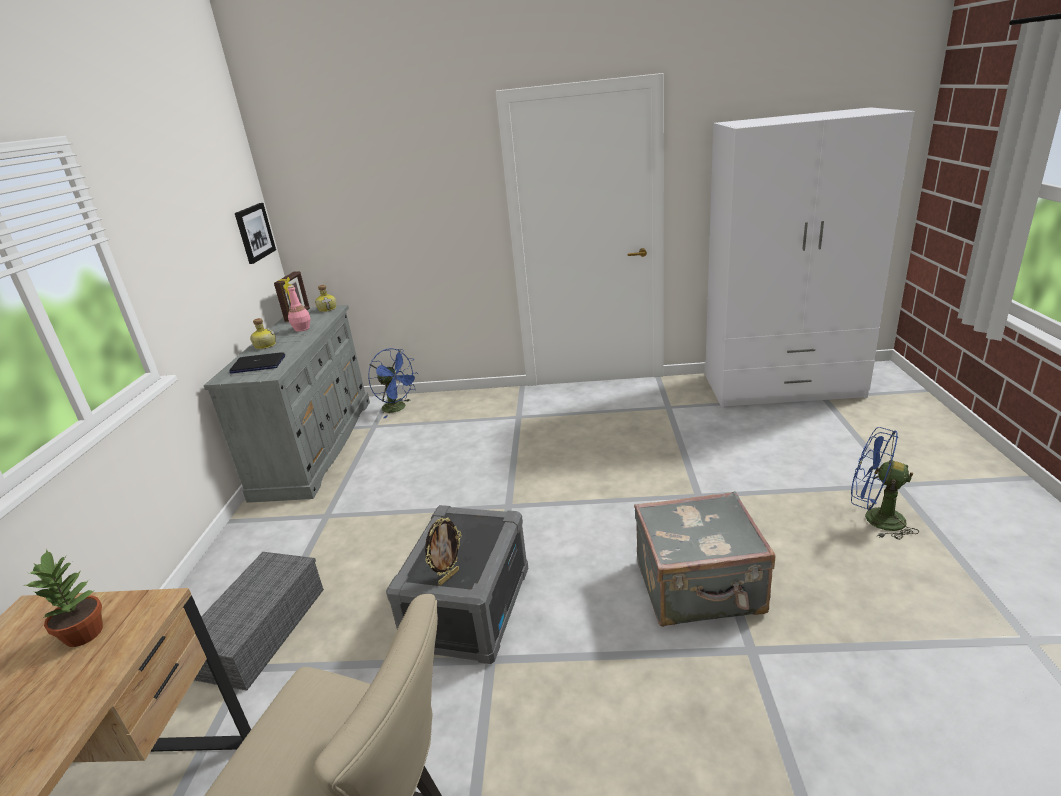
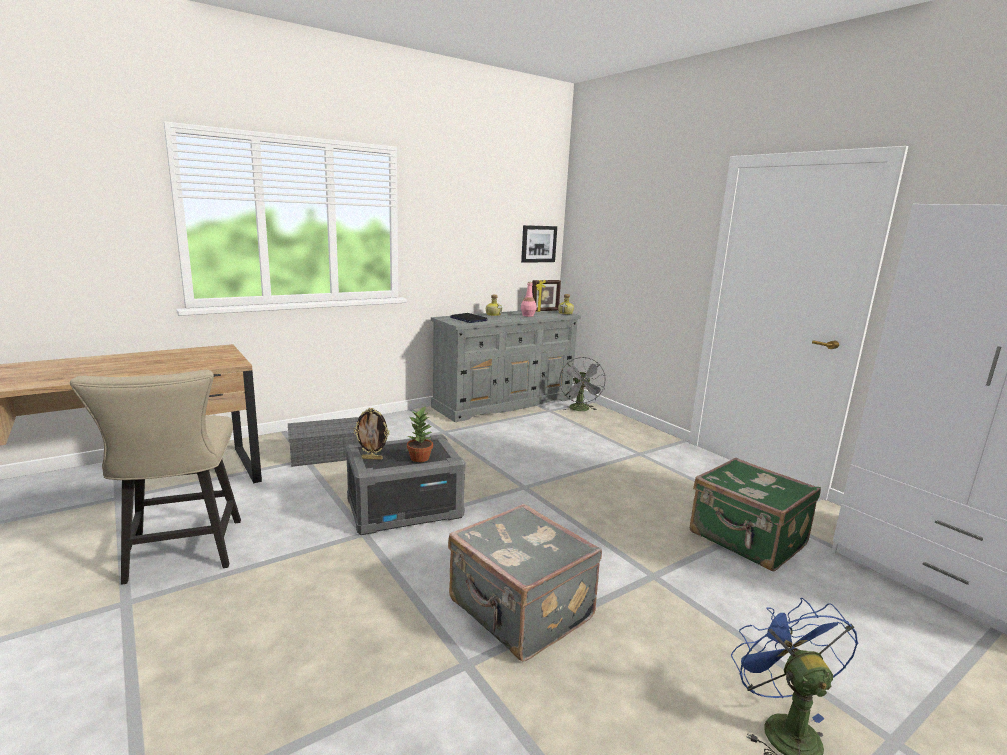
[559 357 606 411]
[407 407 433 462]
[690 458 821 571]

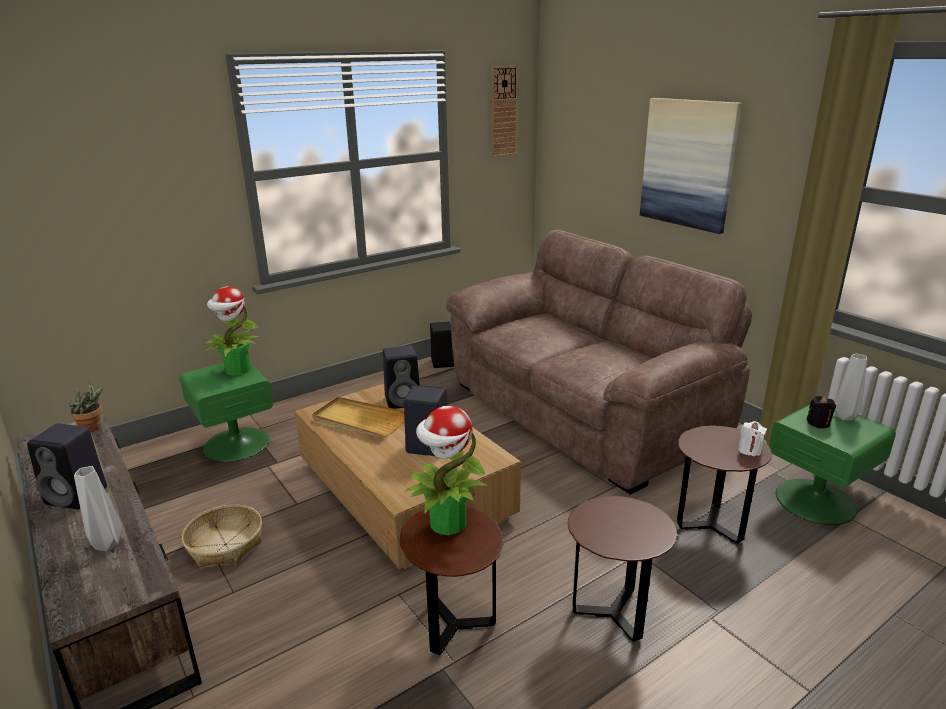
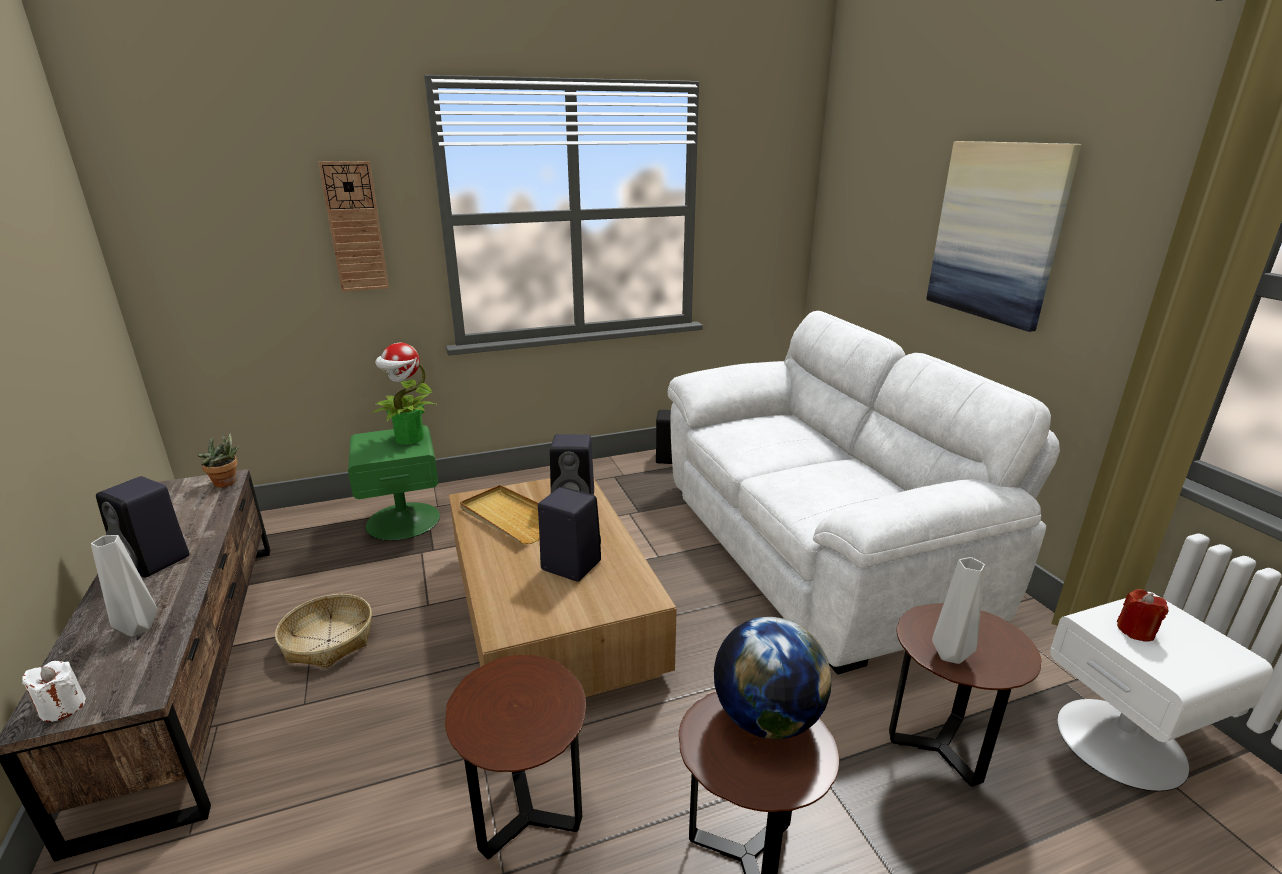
[318 161 389 292]
[668 311 1060 675]
[932 557 985 664]
[1117 589 1169 642]
[1050 592 1273 791]
[404 406 488 535] (first image)
[22 661 86 722]
[714 617 831 739]

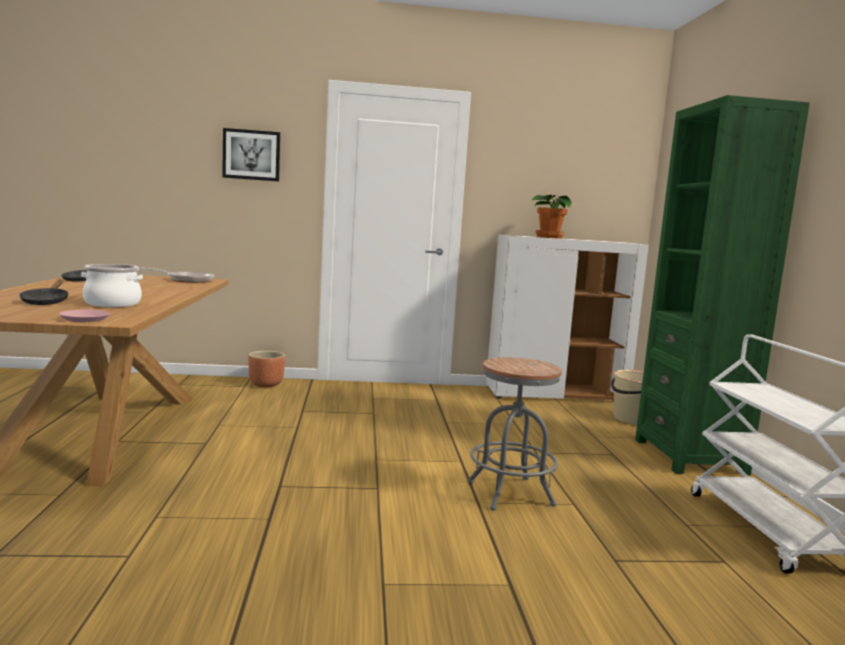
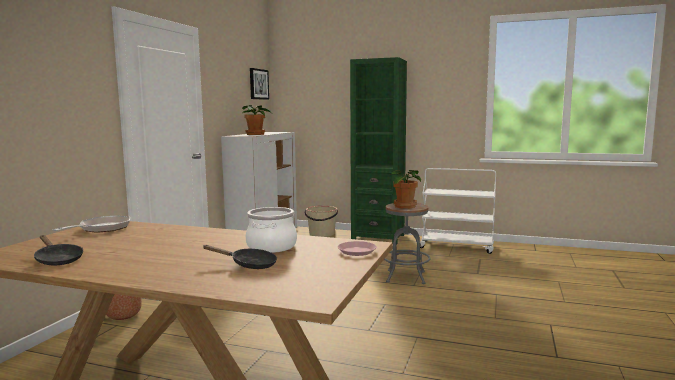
[250 68 269 100]
[389 170 421 209]

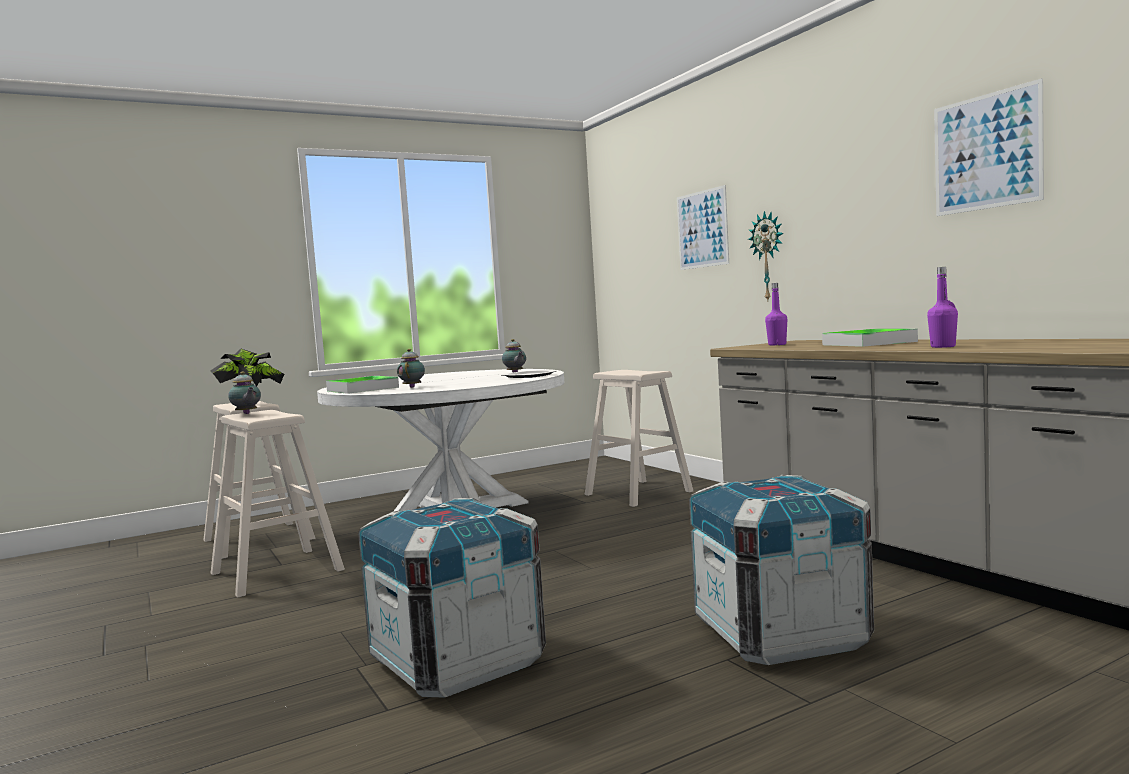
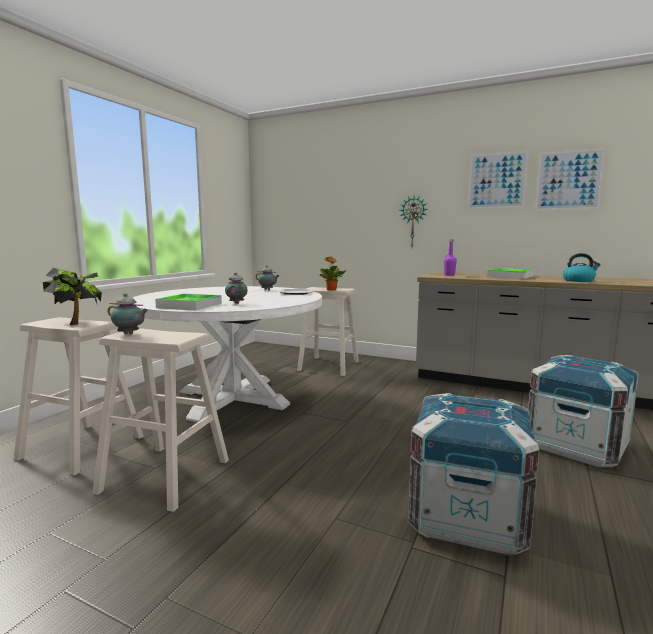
[468 150 529 209]
[563 253 600 282]
[320 257 346 290]

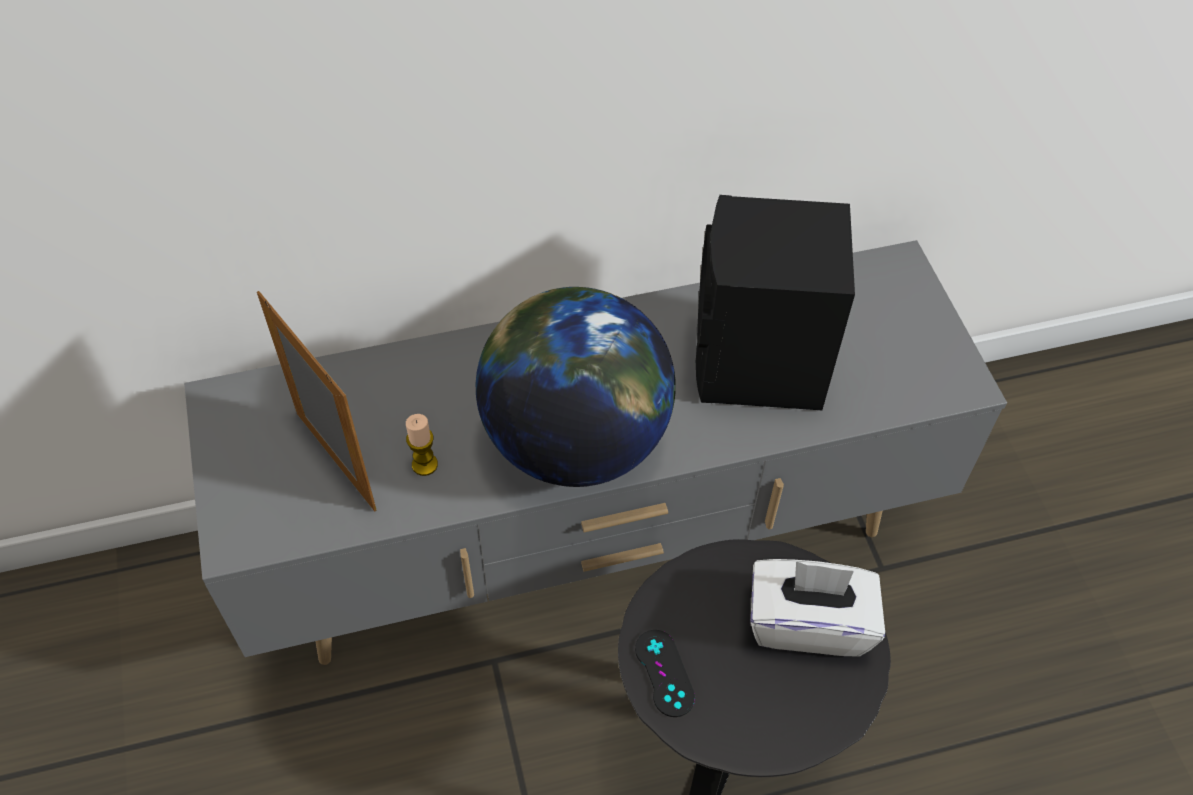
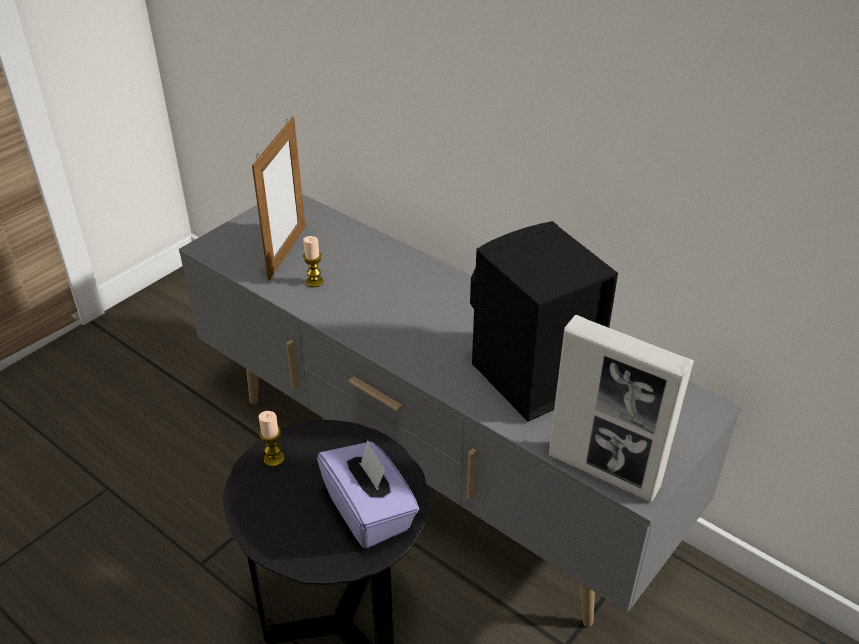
[476 287 676 487] (first image)
[317 440 419 549]
[259 411 285 467]
[549 315 694 502]

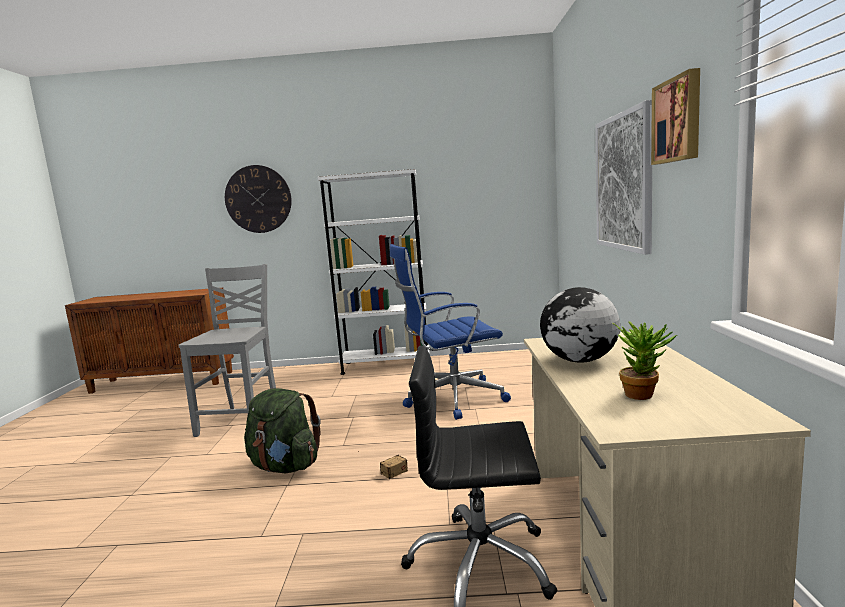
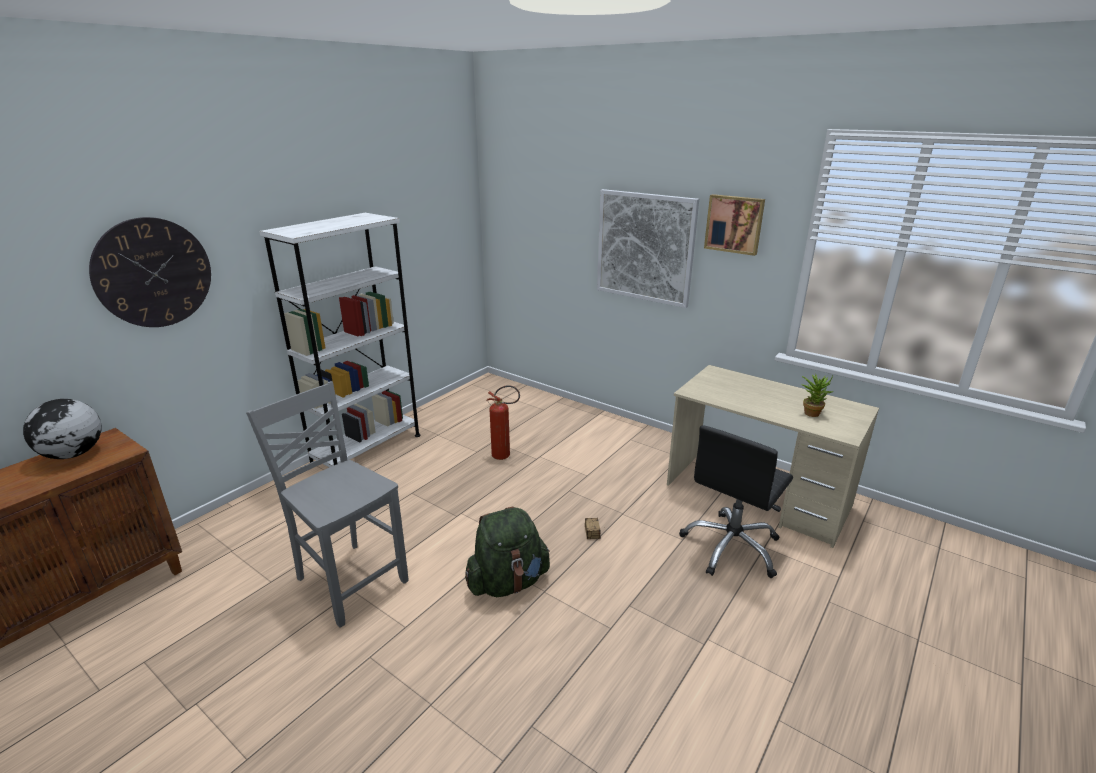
[486 385 520 460]
[23 399 102 459]

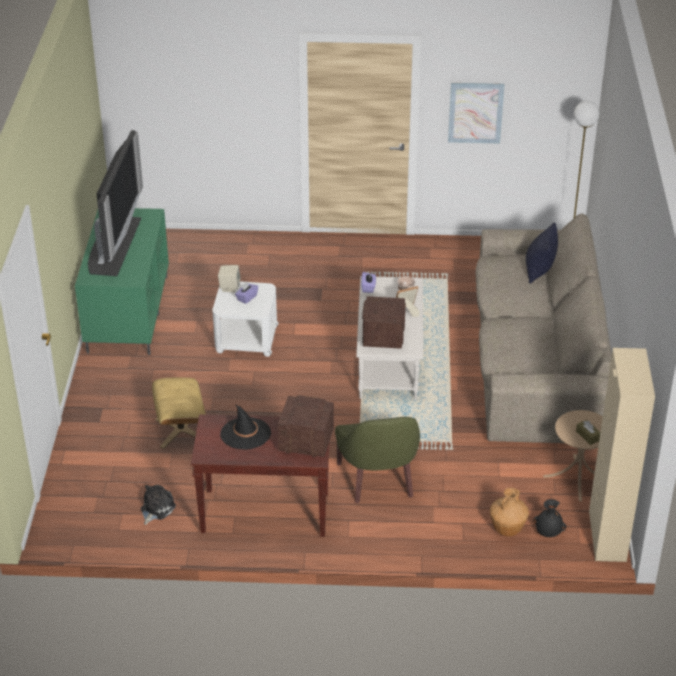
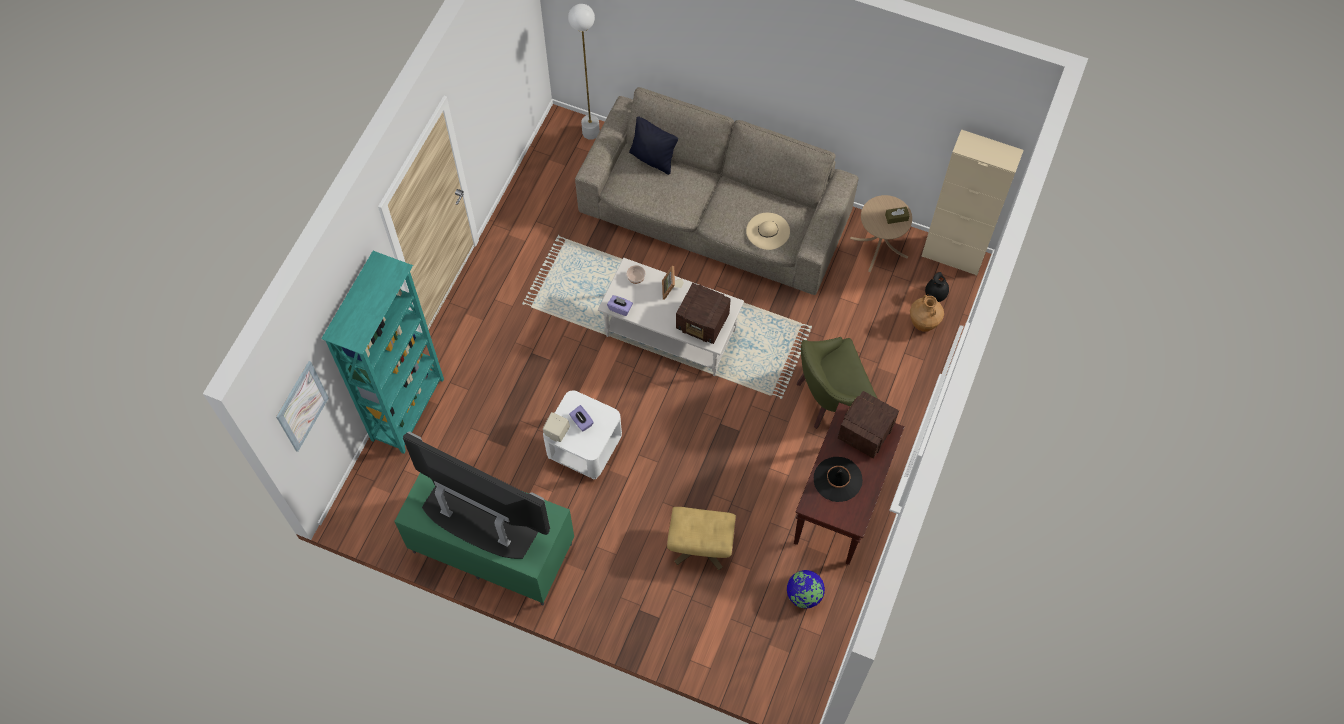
[276 361 329 452]
[797 337 878 429]
[787 570 825 609]
[746 213 790 250]
[321 251 444 454]

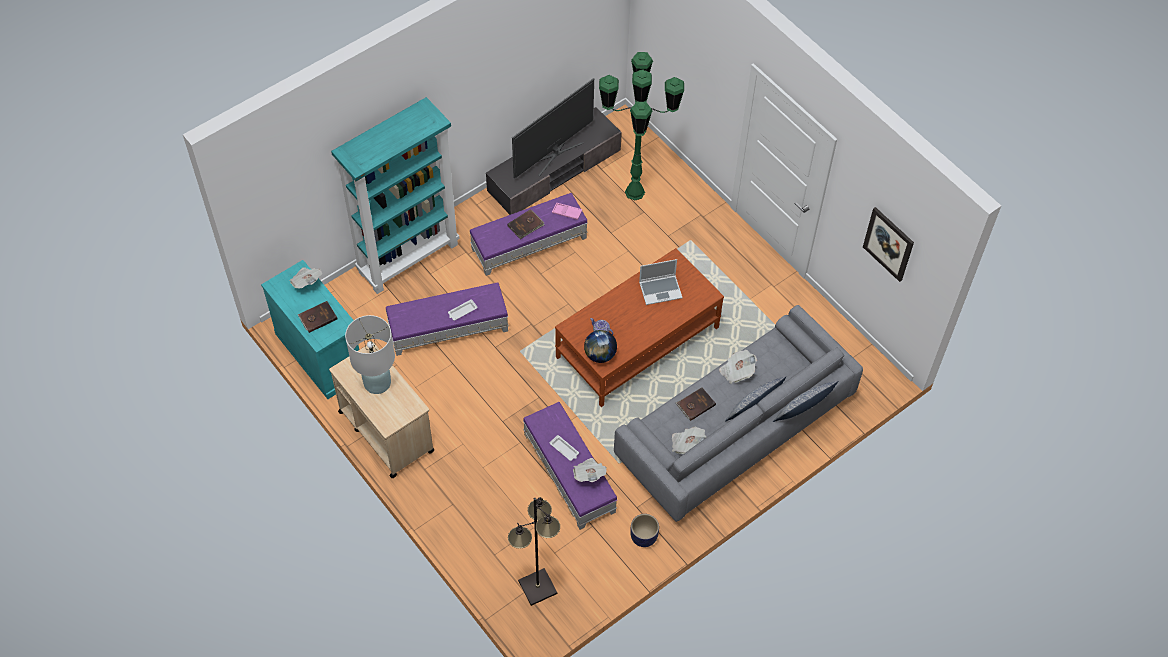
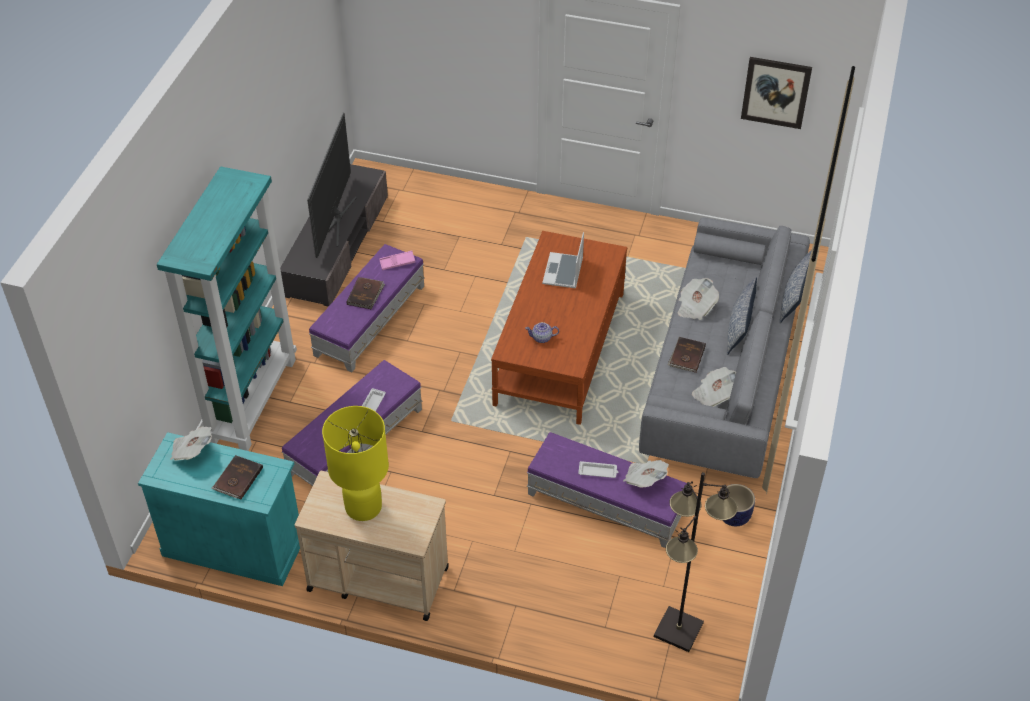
[599 52 684 200] (first image)
[542 232 584 288]
[322 406 389 521]
[584 330 617 363] (first image)

